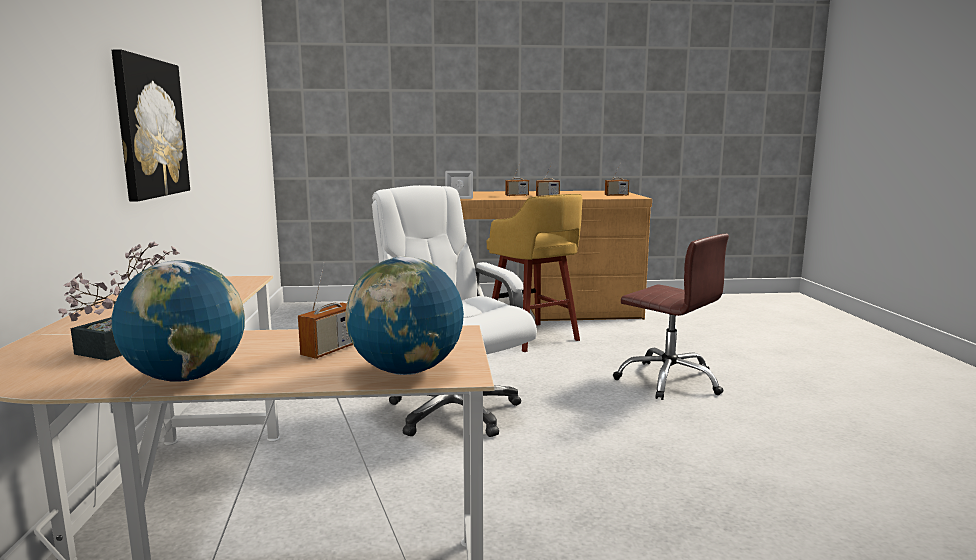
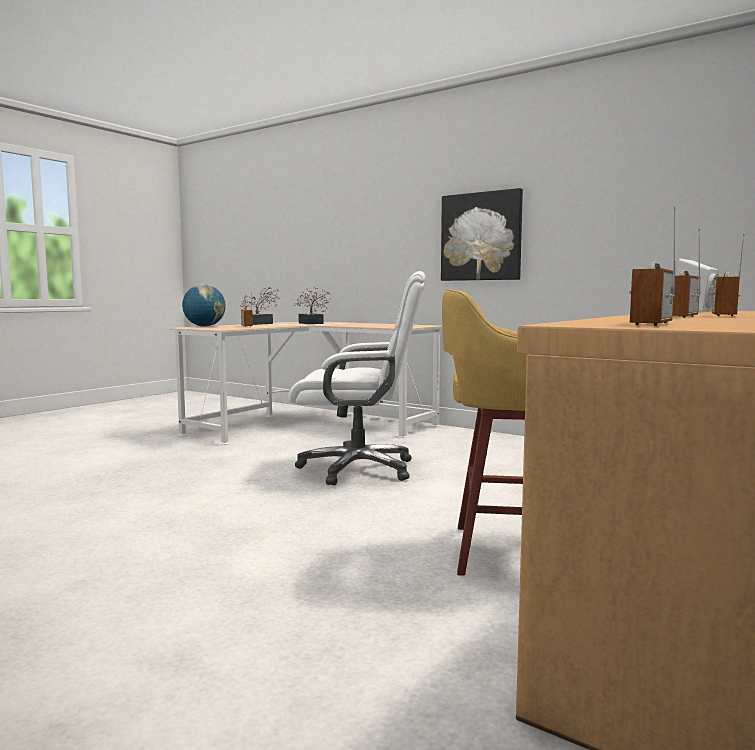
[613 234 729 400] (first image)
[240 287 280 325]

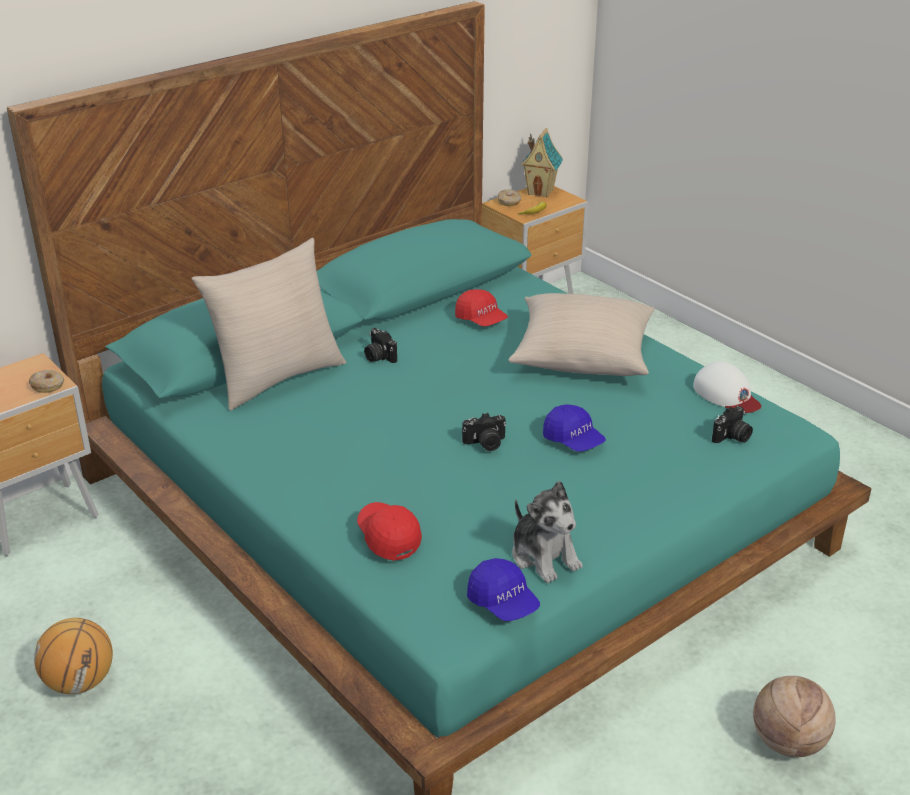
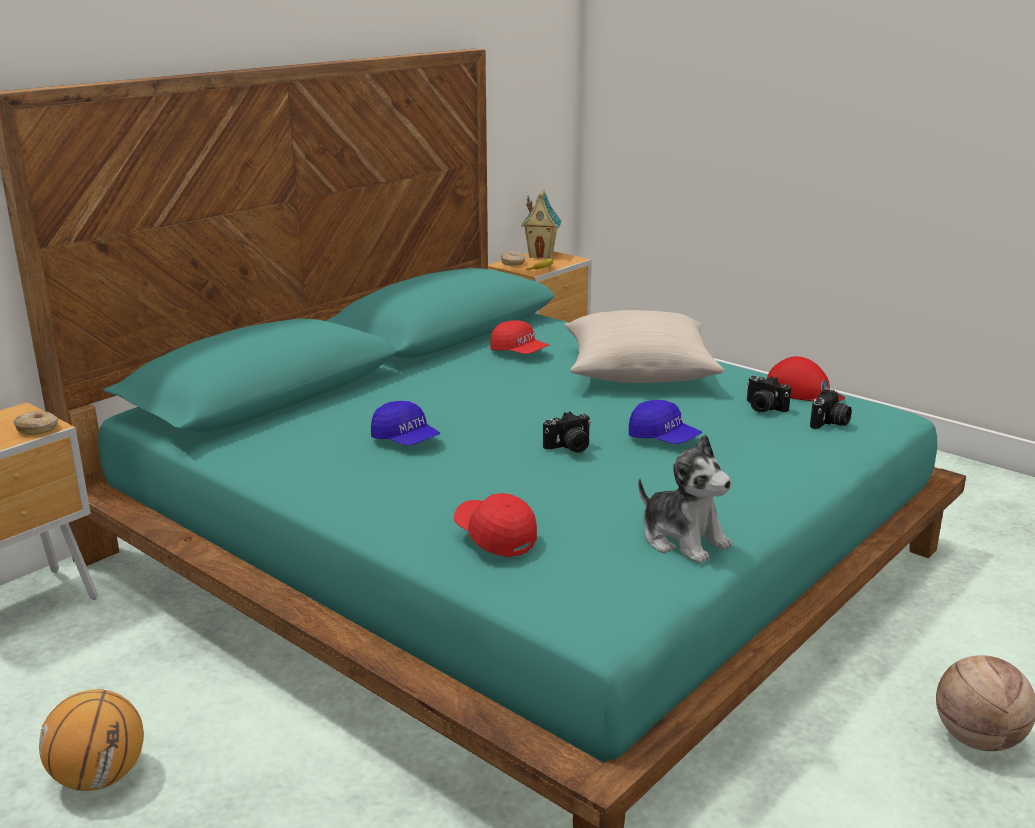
[191 238 346 411] (first image)
[747 376 791 413]
[767 356 845 402]
[371 401 440 446]

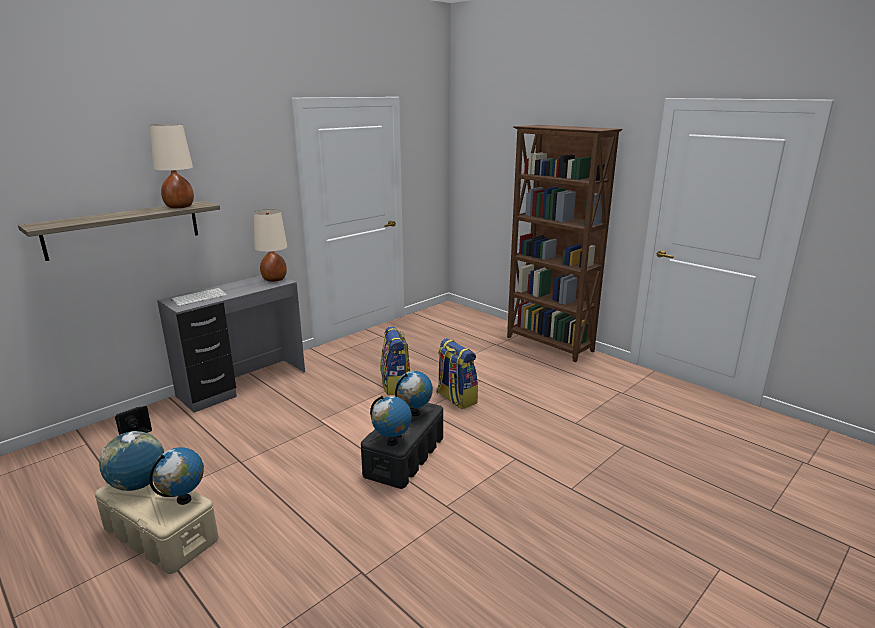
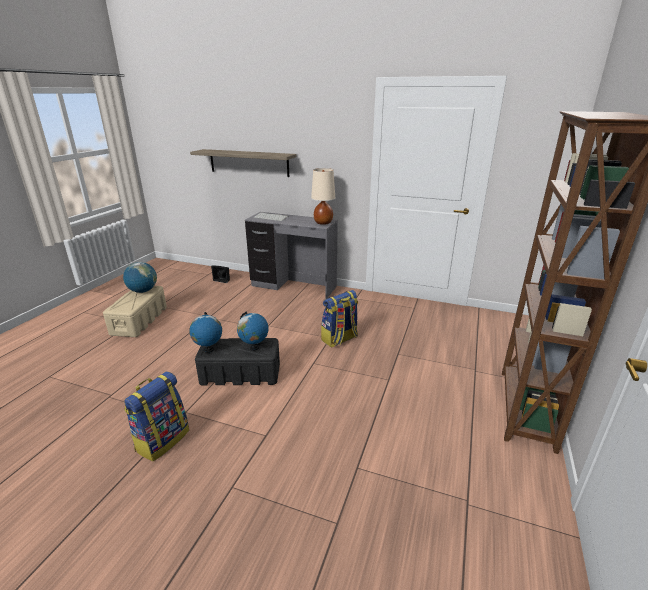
[149 124 194 208] (first image)
[124 372 189 462]
[149 447 204 505] (first image)

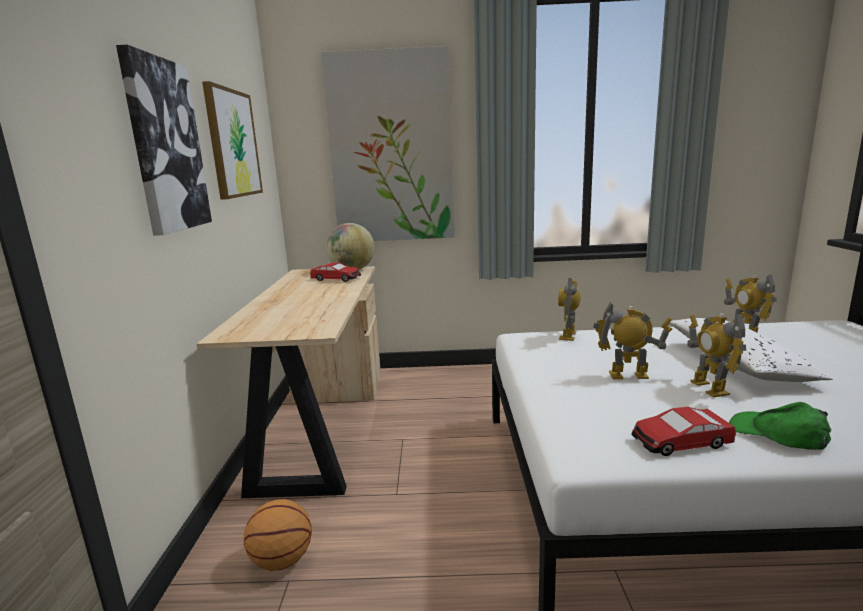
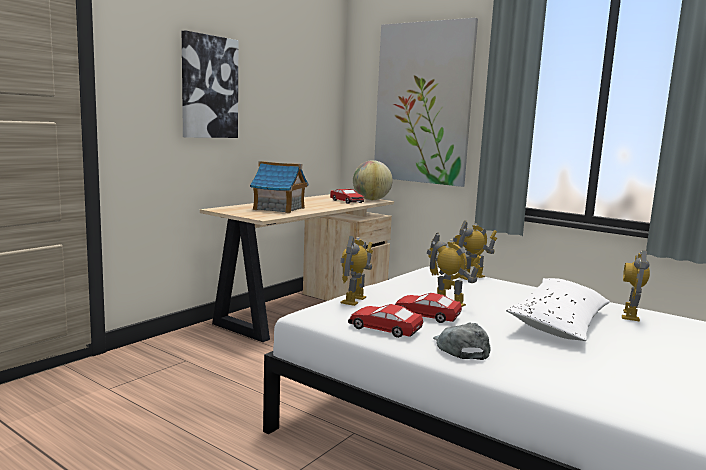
[202 81 263 200] (first image)
[340 235 373 306]
[433 322 491 360]
[244 499 312 571] (first image)
[250 161 308 213]
[395 293 462 323]

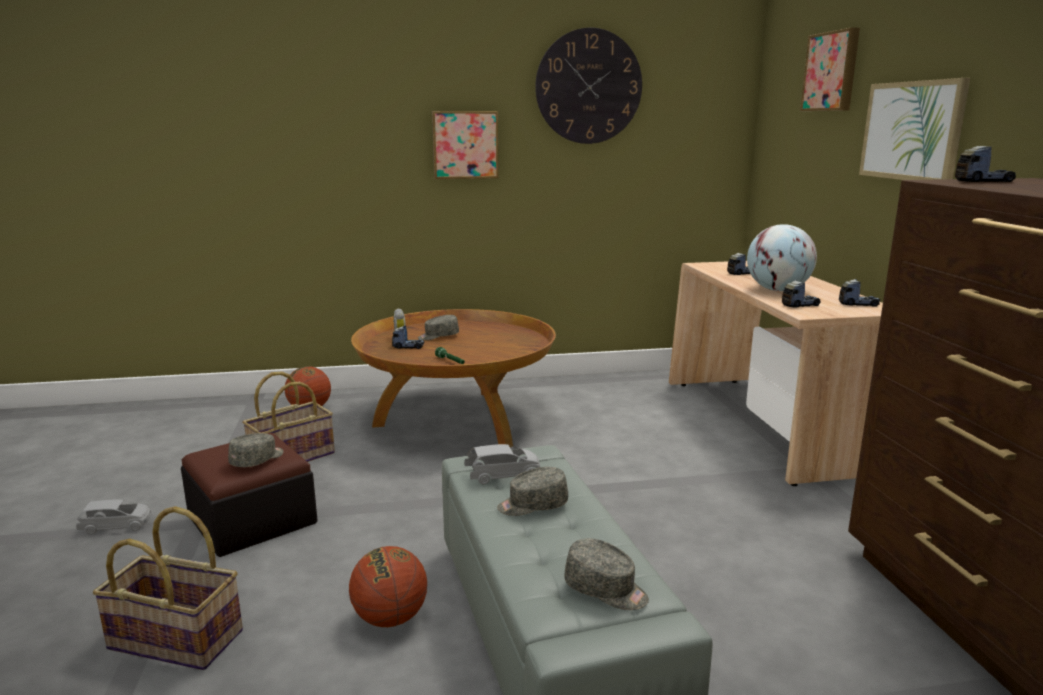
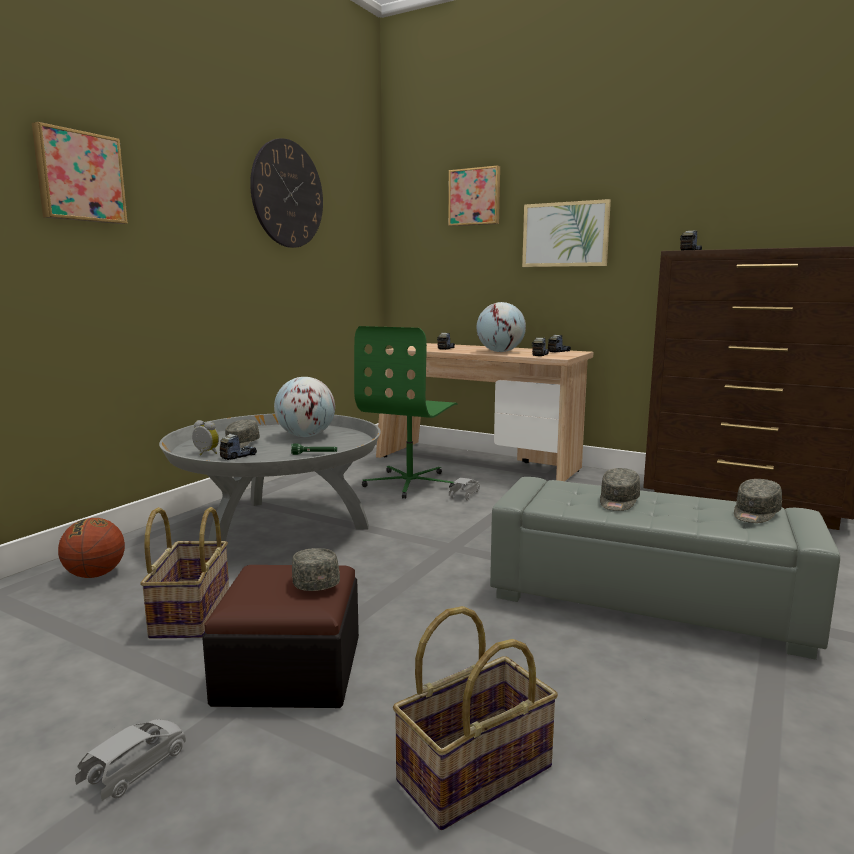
[32 122 128 224]
[159 413 381 541]
[449 478 480 501]
[734 479 782 523]
[349 546 427 627] (first image)
[354 326 457 499]
[274 377 335 437]

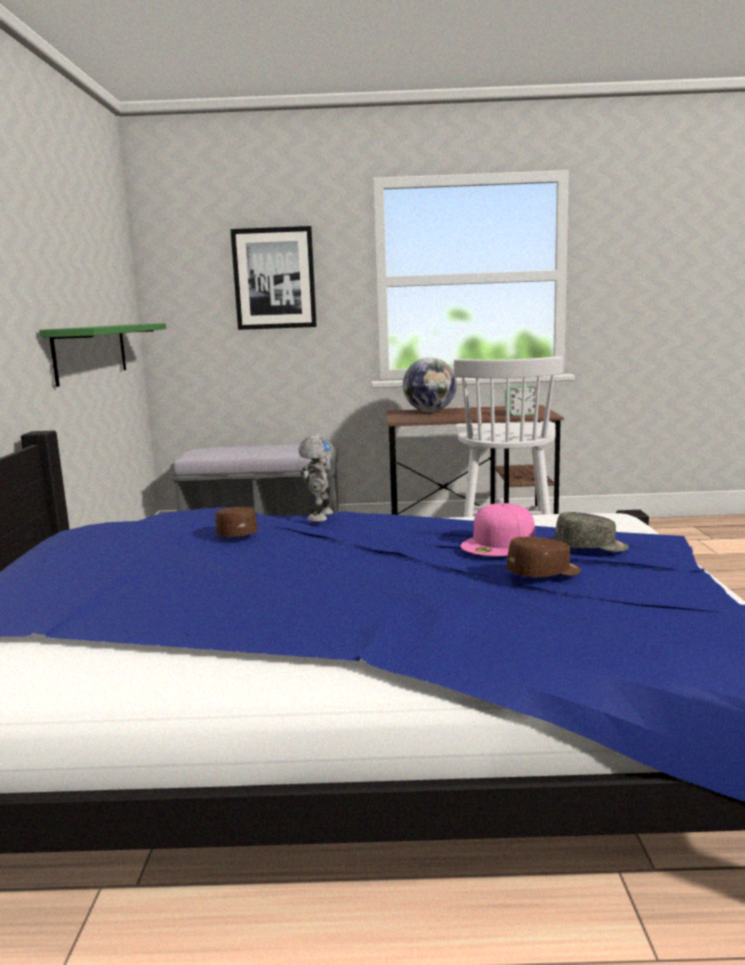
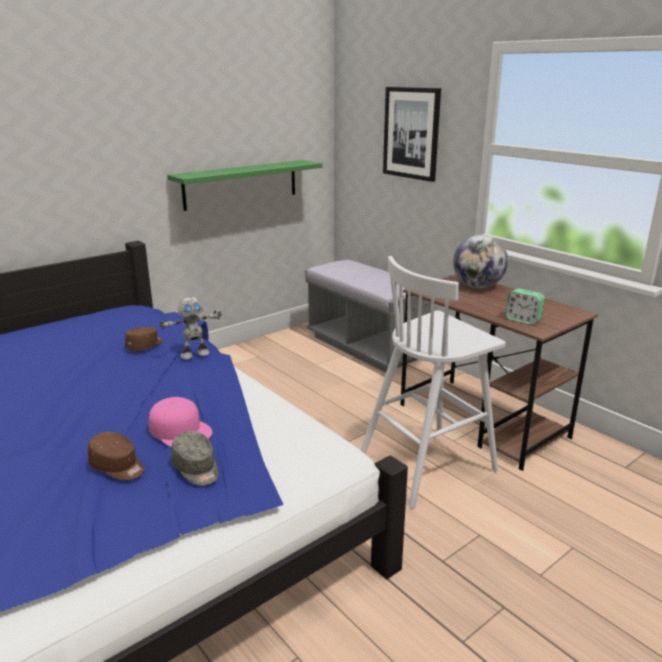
[149 397 212 447]

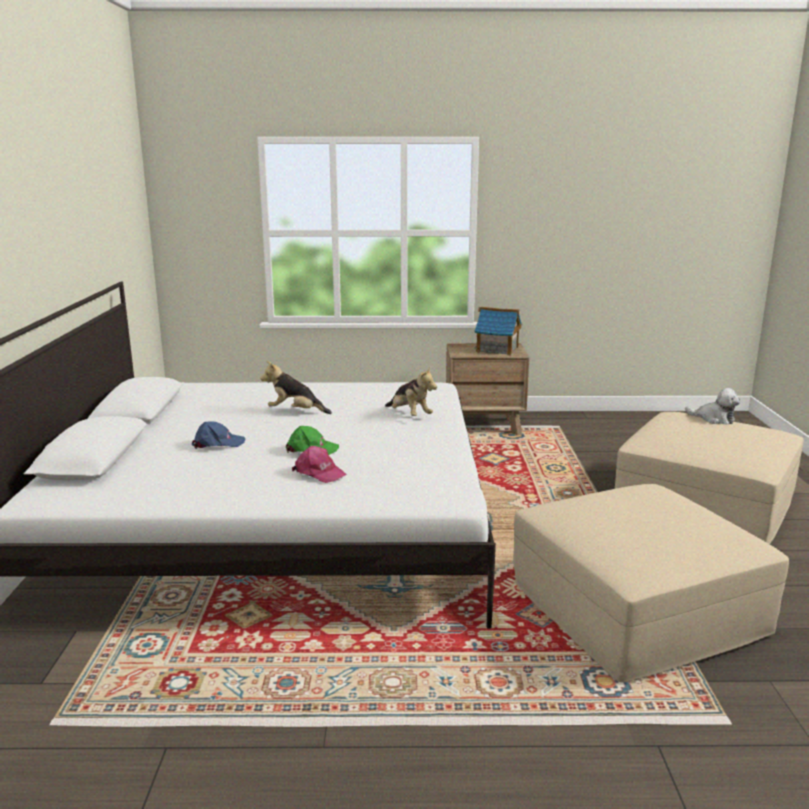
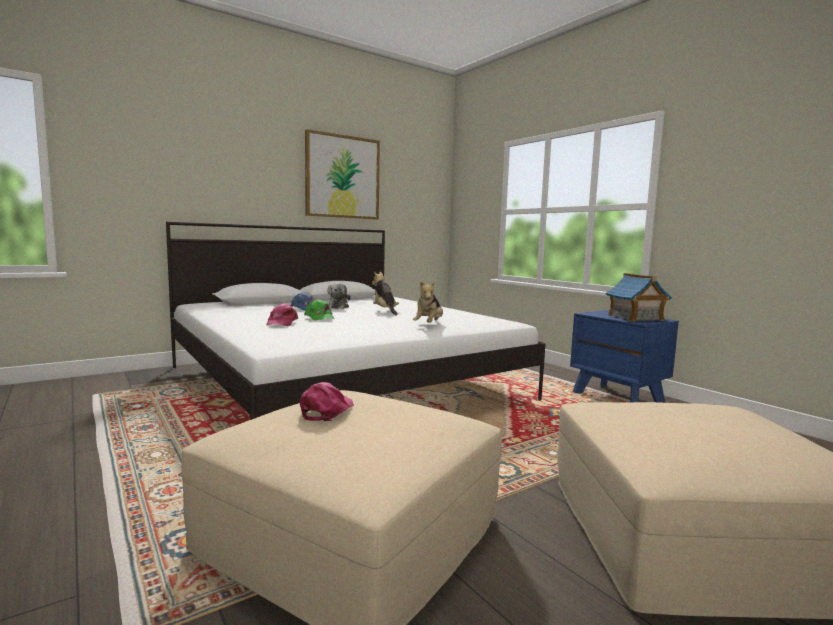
[570 310 679 403]
[327 282 351 309]
[305 129 380 219]
[300 382 354 421]

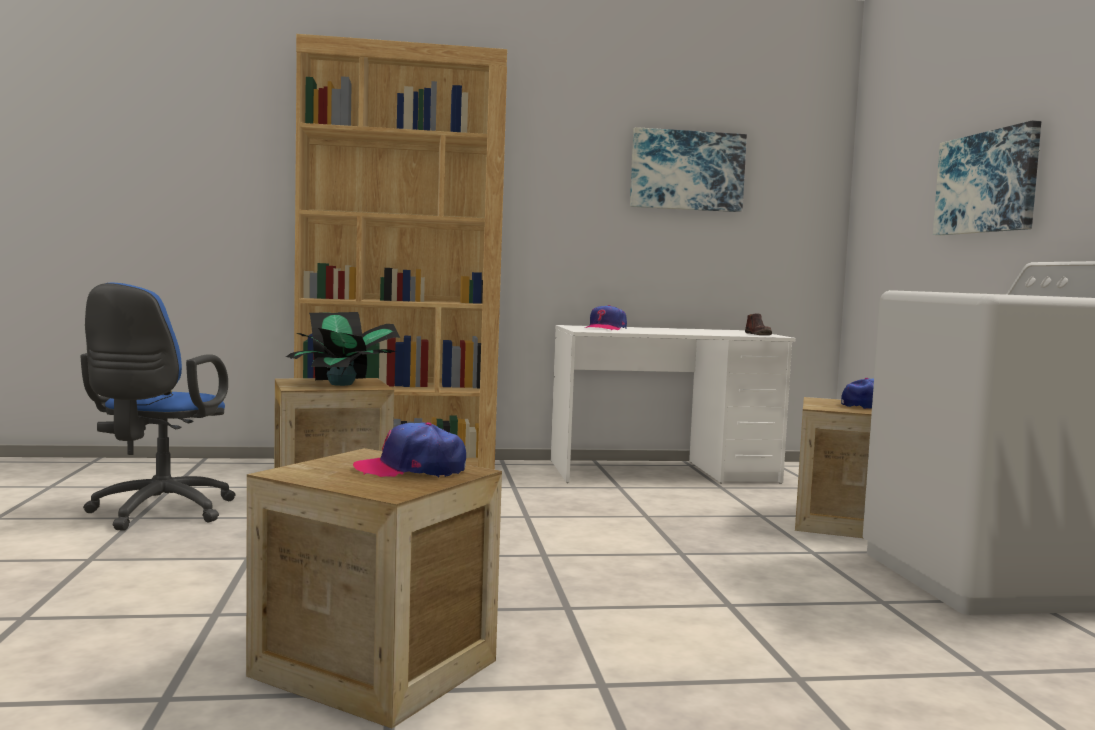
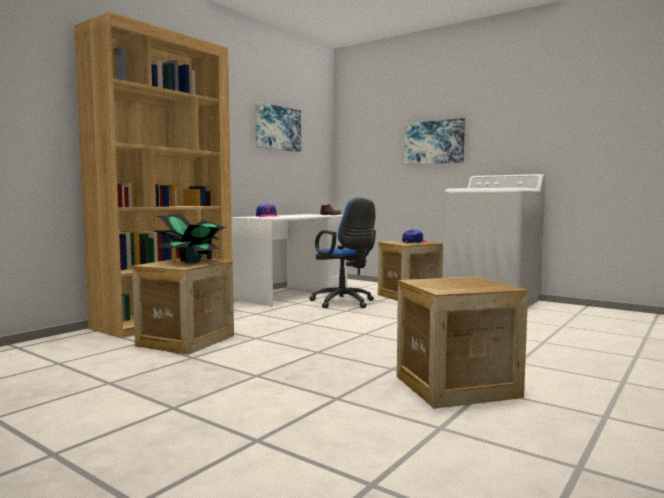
[309 197 376 308]
[353 422 466 477] (first image)

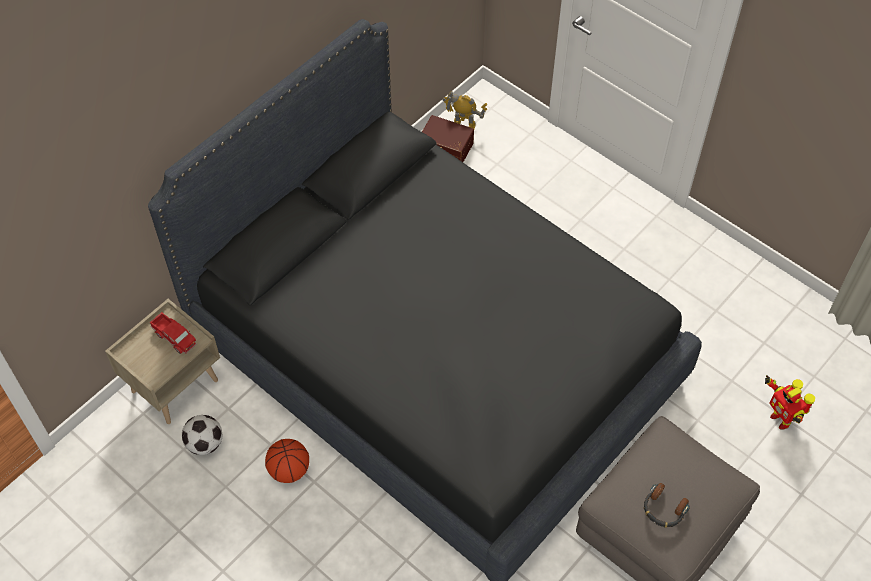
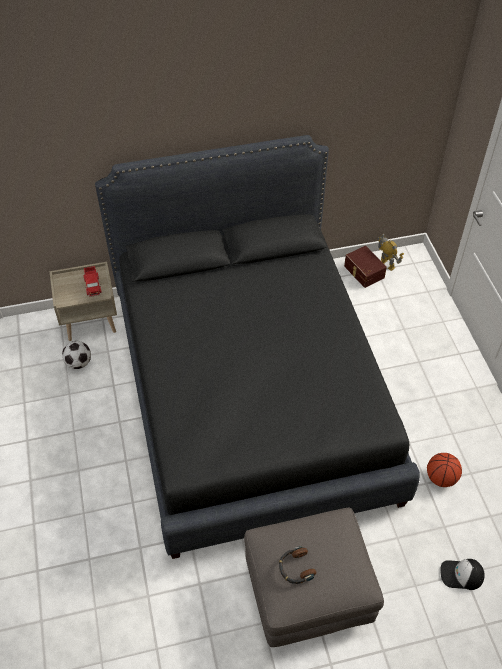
[441 559 485 590]
[427 453 462 487]

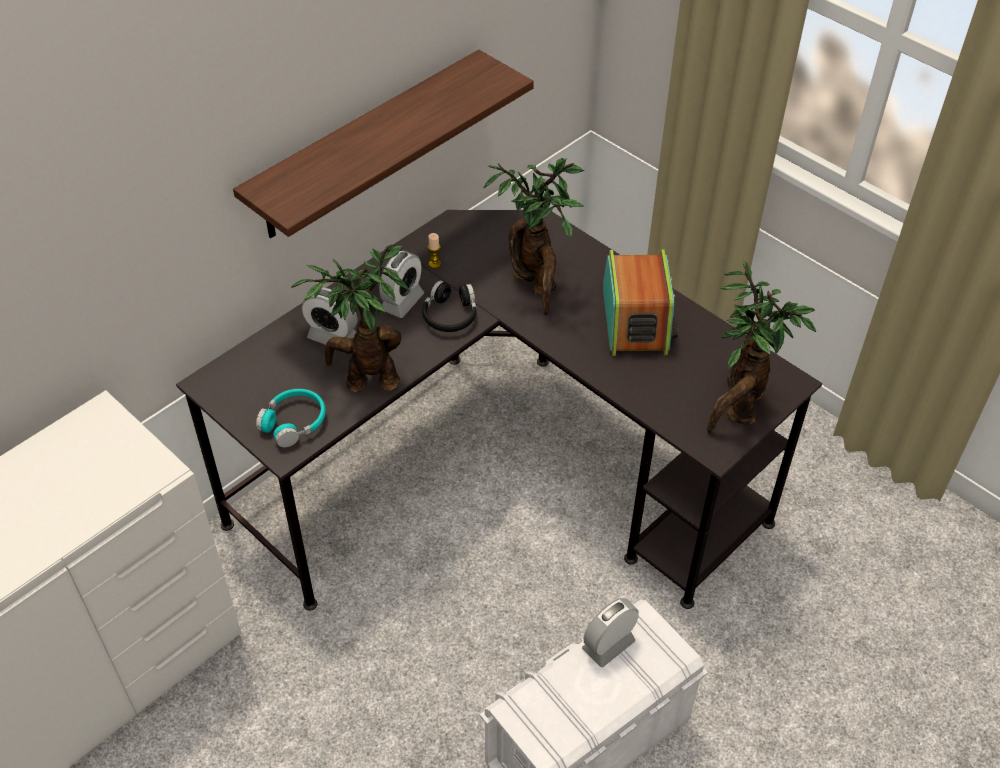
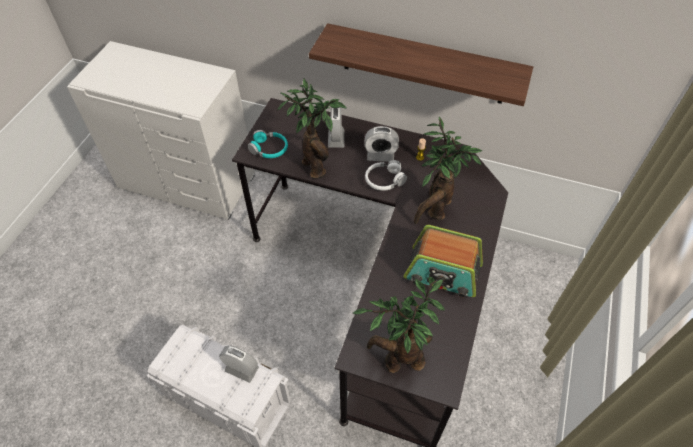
[403 225 483 297]
[365 160 407 191]

